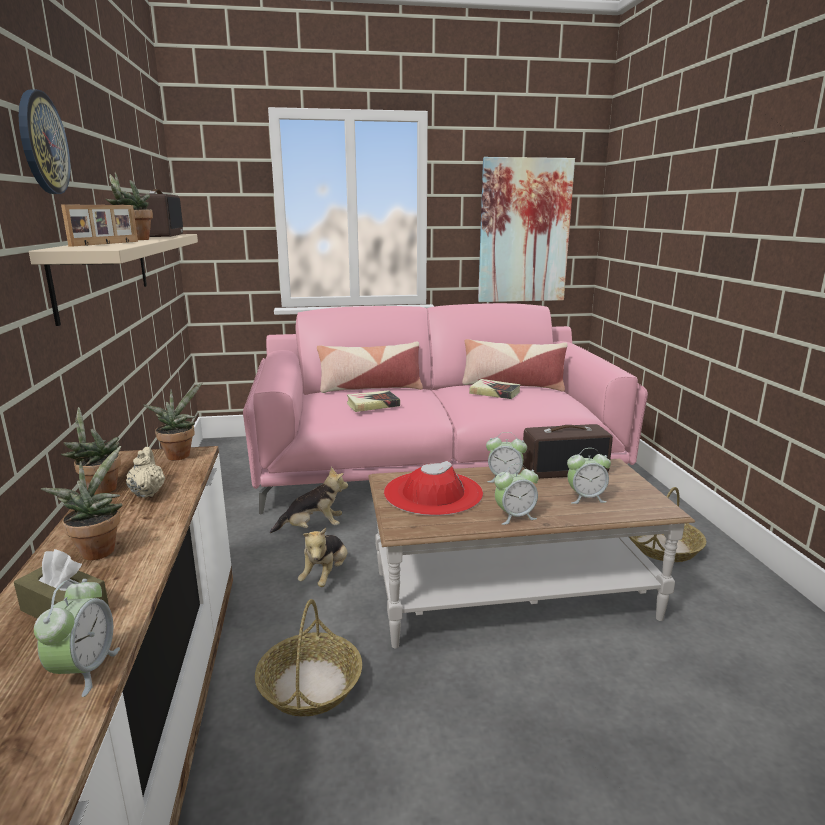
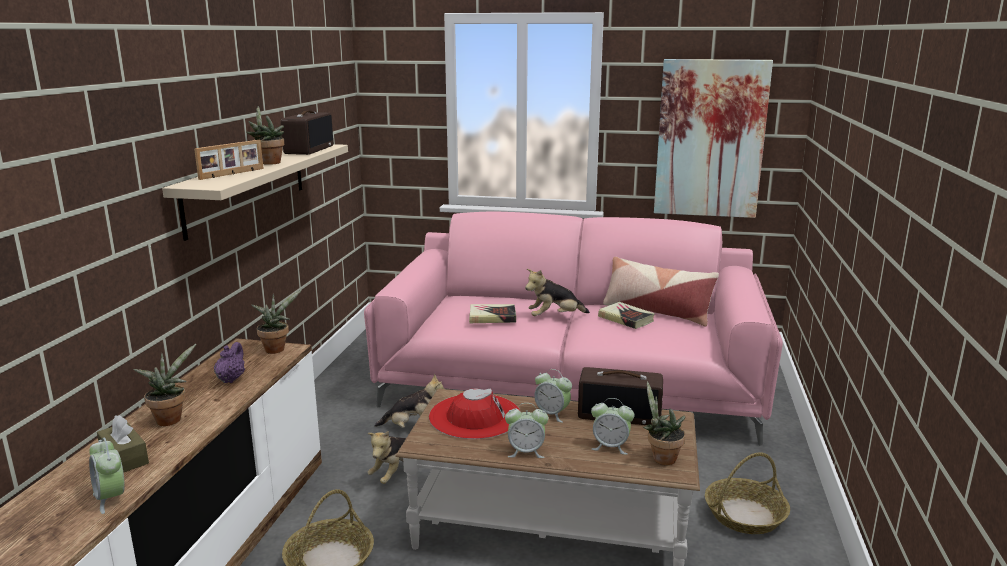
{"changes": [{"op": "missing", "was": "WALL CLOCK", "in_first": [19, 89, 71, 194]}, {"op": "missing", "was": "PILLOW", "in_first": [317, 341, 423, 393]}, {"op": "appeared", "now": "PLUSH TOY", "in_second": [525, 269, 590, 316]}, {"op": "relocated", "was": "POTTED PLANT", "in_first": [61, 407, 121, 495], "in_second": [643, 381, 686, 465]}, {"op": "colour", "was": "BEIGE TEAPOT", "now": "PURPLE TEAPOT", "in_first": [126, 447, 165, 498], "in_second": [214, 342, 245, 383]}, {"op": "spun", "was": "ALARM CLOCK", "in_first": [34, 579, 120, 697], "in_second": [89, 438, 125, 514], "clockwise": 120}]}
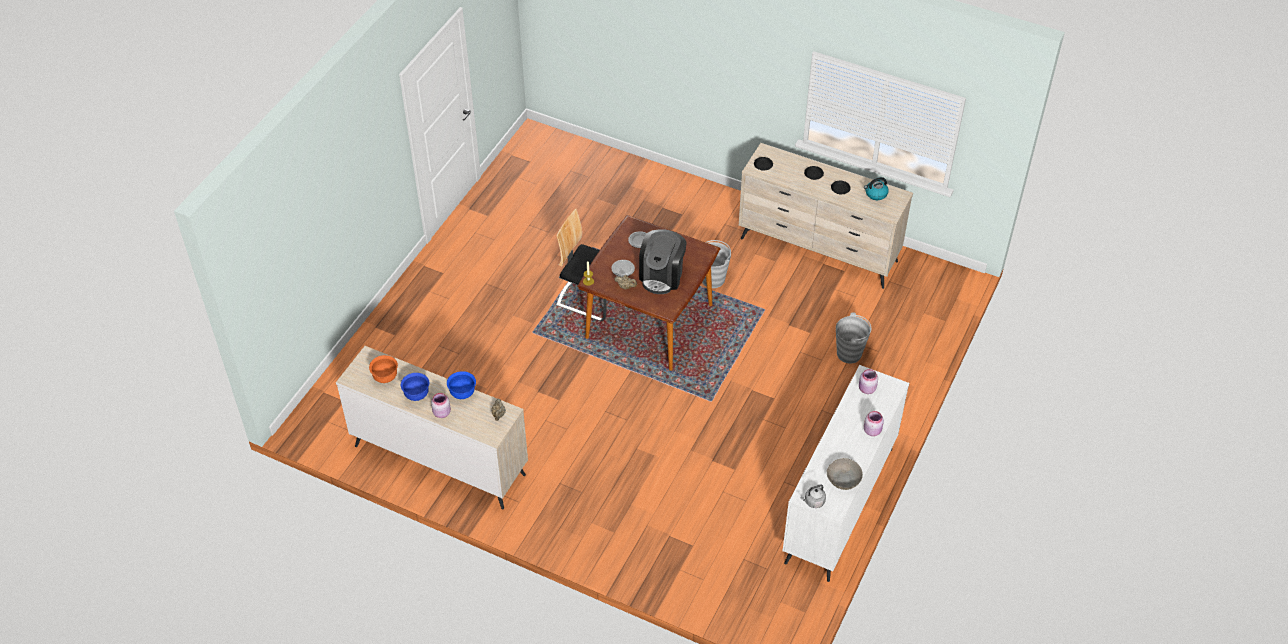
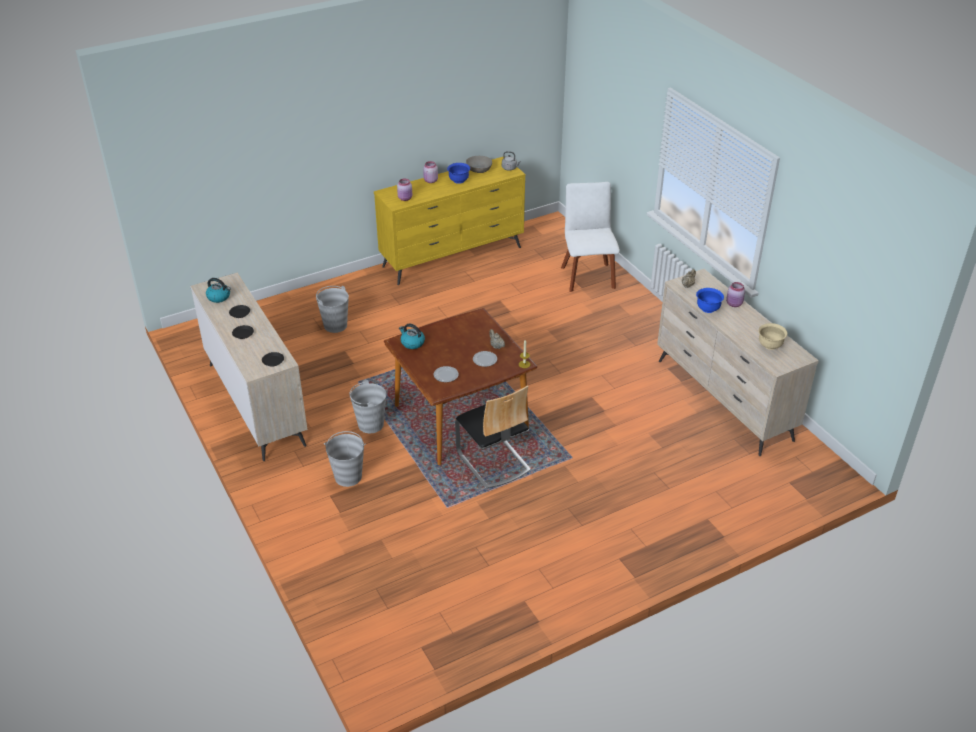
{"changes": [{"op": "missing", "was": "COFFEE MACHINE", "in_first": [639, 229, 687, 294]}, {"op": "appeared", "now": "GREY BUCKET", "in_second": [324, 431, 366, 487]}, {"op": "appeared", "now": "KETTLE", "in_second": [399, 323, 425, 349]}, {"op": "appeared", "now": "WHITE CHAIR", "in_second": [561, 182, 620, 292]}, {"op": "relocated", "was": "BLUE BOWL", "in_first": [401, 373, 429, 401], "in_second": [447, 163, 470, 184]}, {"op": "colour", "was": "ORANGE BOWL", "now": "BEIGE BOWL", "in_first": [369, 355, 398, 383], "in_second": [758, 323, 787, 350]}, {"op": "colour", "was": "WHITE DRESSER", "now": "YELLOW DRESSER", "in_first": [783, 365, 909, 582], "in_second": [374, 157, 525, 285]}]}
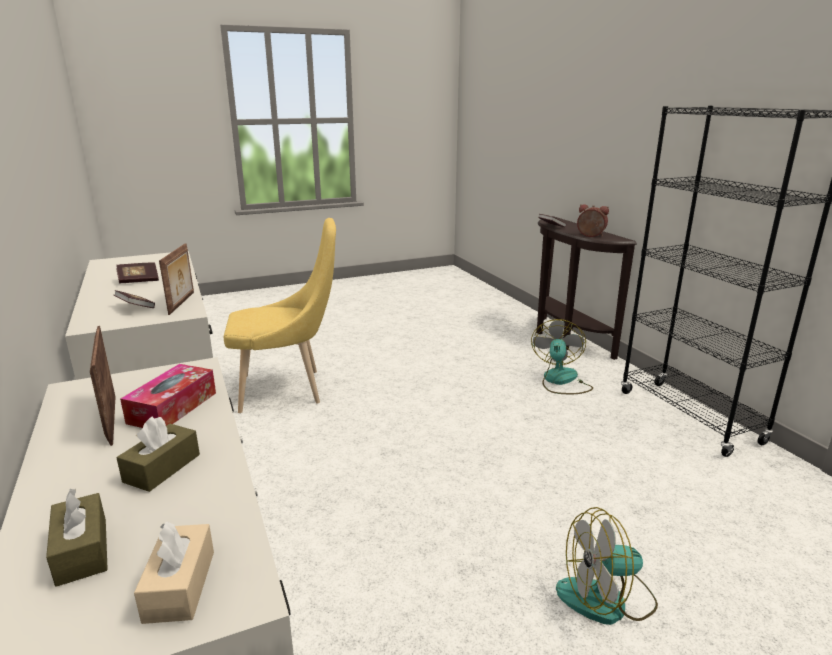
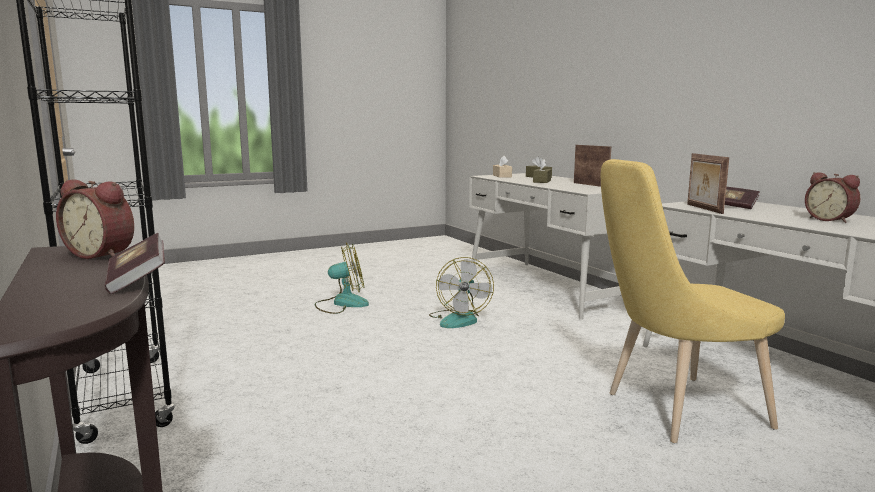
{"changes": [{"op": "missing", "was": "TISSUE BOX", "in_first": [120, 364, 216, 428]}, {"op": "relocated", "was": "FAN", "in_first": [531, 319, 593, 394], "in_second": [429, 257, 494, 328]}, {"op": "exchanged", "was": "BOOK", "now": "ALARM CLOCK", "in_first": [116, 262, 159, 284], "in_second": [805, 172, 860, 223]}]}
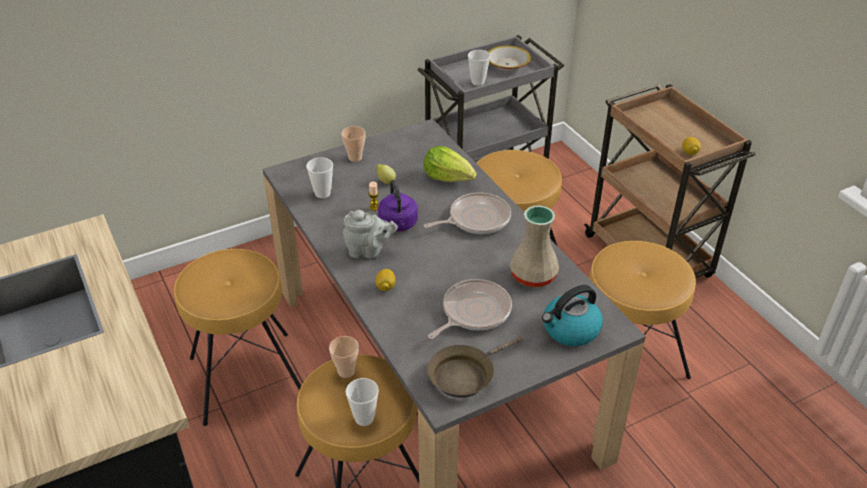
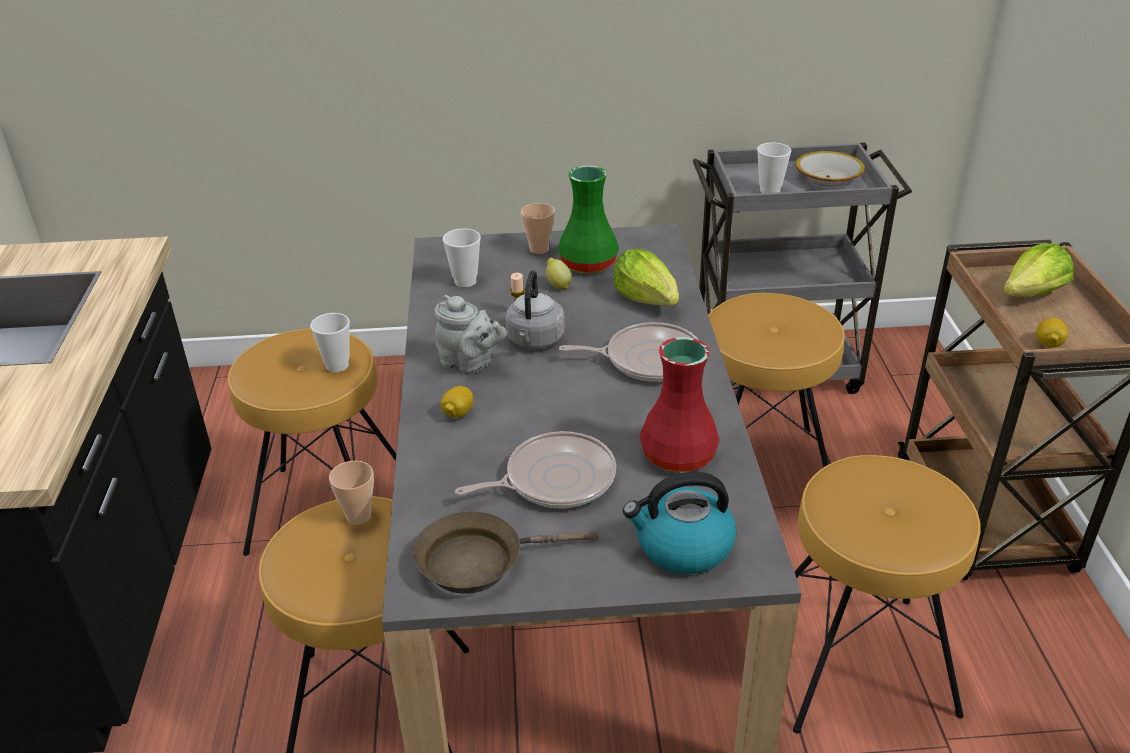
{"changes": [{"op": "appeared", "now": "GREEN VASE", "in_second": [558, 165, 619, 274]}, {"op": "appeared", "now": "LETTUCE", "in_second": [1003, 243, 1074, 297]}, {"op": "relocated", "was": "CUP", "in_first": [346, 378, 379, 426], "in_second": [310, 313, 350, 372]}, {"op": "colour", "was": "PURPLE KETTLE", "now": "GREY KETTLE", "in_first": [378, 180, 418, 231], "in_second": [506, 270, 565, 349]}, {"op": "colour", "was": "BEIGE VASE", "now": "RED VASE", "in_first": [510, 205, 559, 287], "in_second": [639, 337, 720, 472]}]}
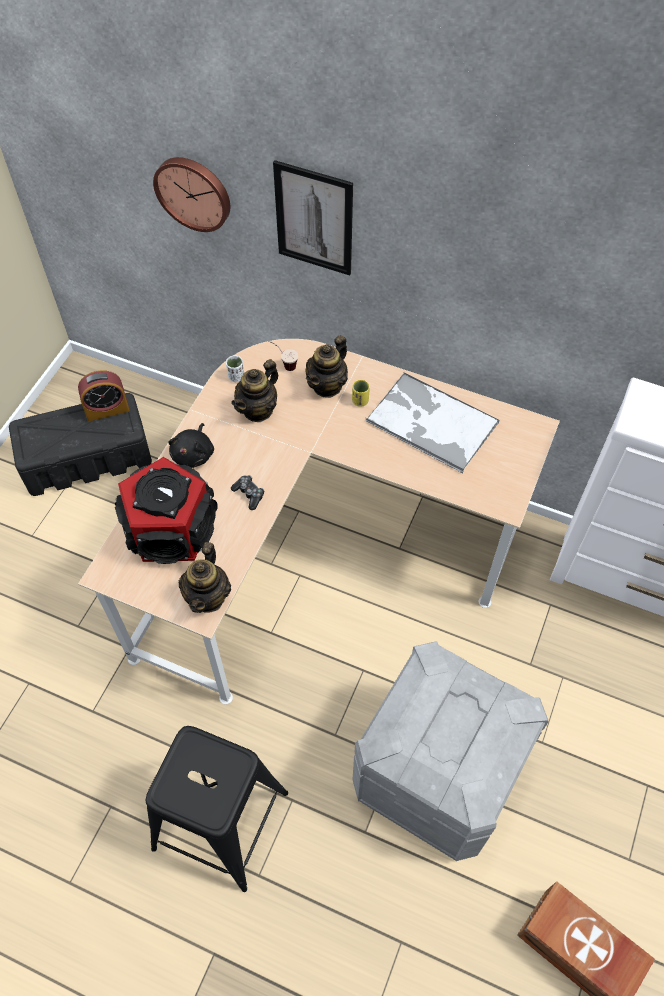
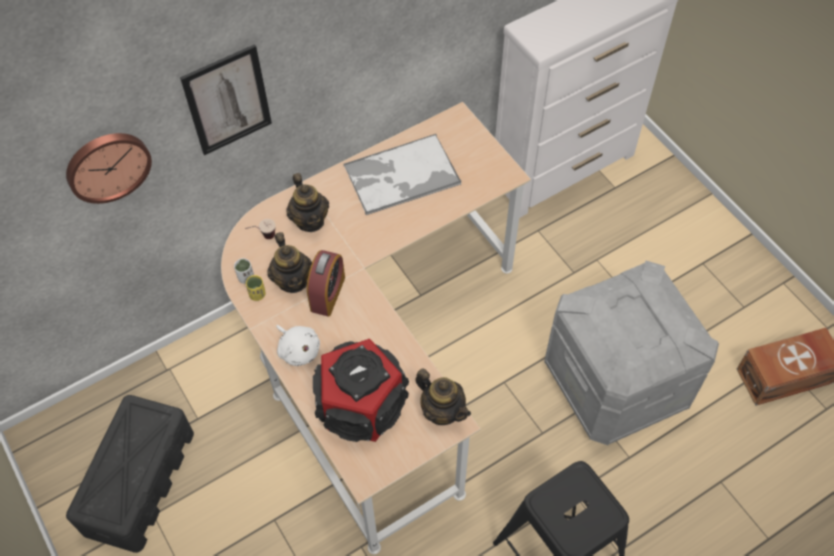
{"changes": [{"op": "missing", "was": "GAME CONTROLLER", "in_first": [231, 475, 265, 510]}, {"op": "relocated", "was": "ALARM CLOCK", "in_first": [78, 370, 130, 421], "in_second": [307, 250, 345, 317]}, {"op": "relocated", "was": "YELLOW CUP", "in_first": [352, 380, 370, 407], "in_second": [246, 275, 266, 301]}, {"op": "colour", "was": "BLACK PLUSH TOY", "now": "WHITE PLUSH TOY", "in_first": [168, 423, 214, 468], "in_second": [276, 325, 320, 366]}]}
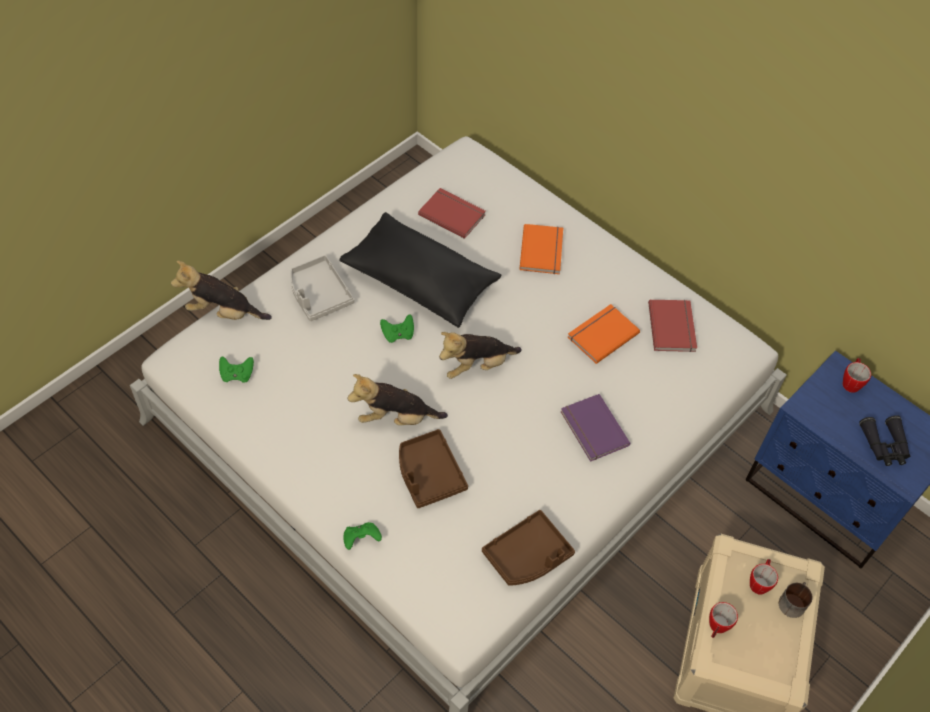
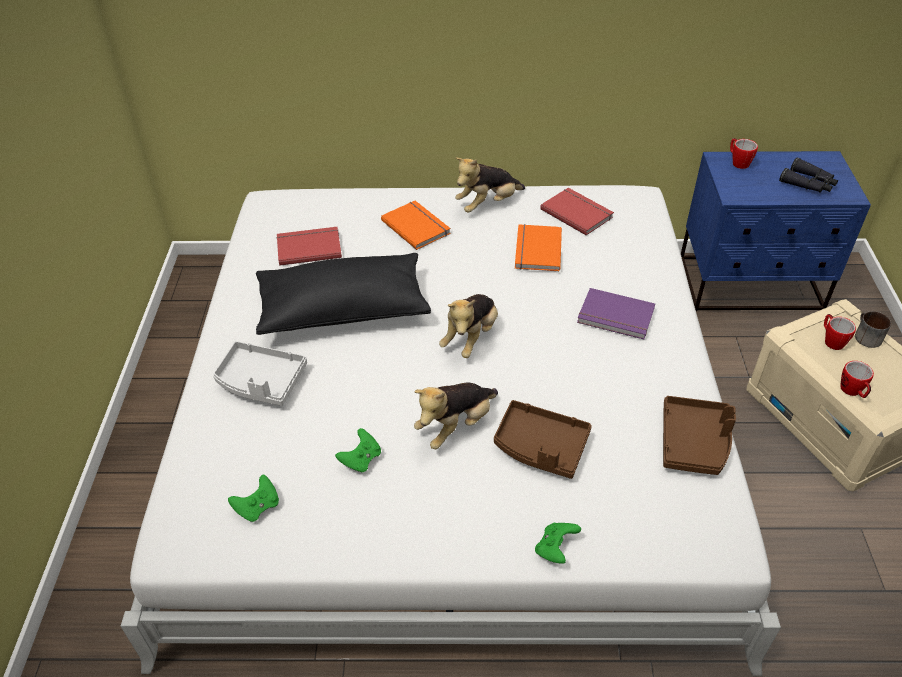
{"changes": [{"op": "relocated", "was": "PLUSH TOY", "in_first": [171, 261, 272, 320], "in_second": [455, 157, 525, 213]}, {"op": "relocated", "was": "GREEN GAME CONTROLLER", "in_first": [380, 315, 414, 343], "in_second": [335, 428, 381, 473]}]}
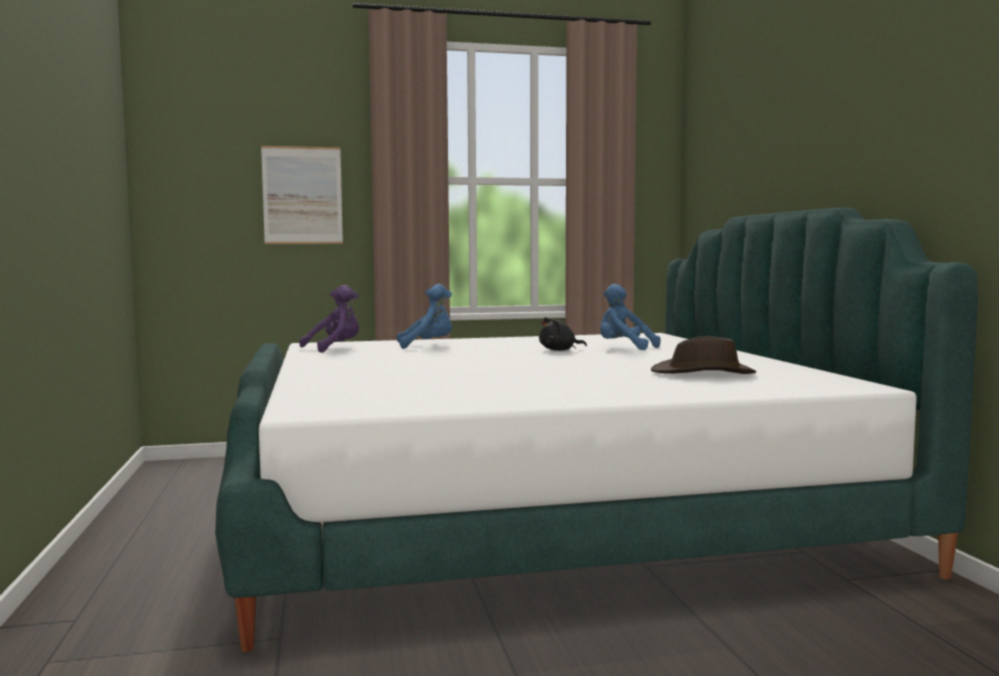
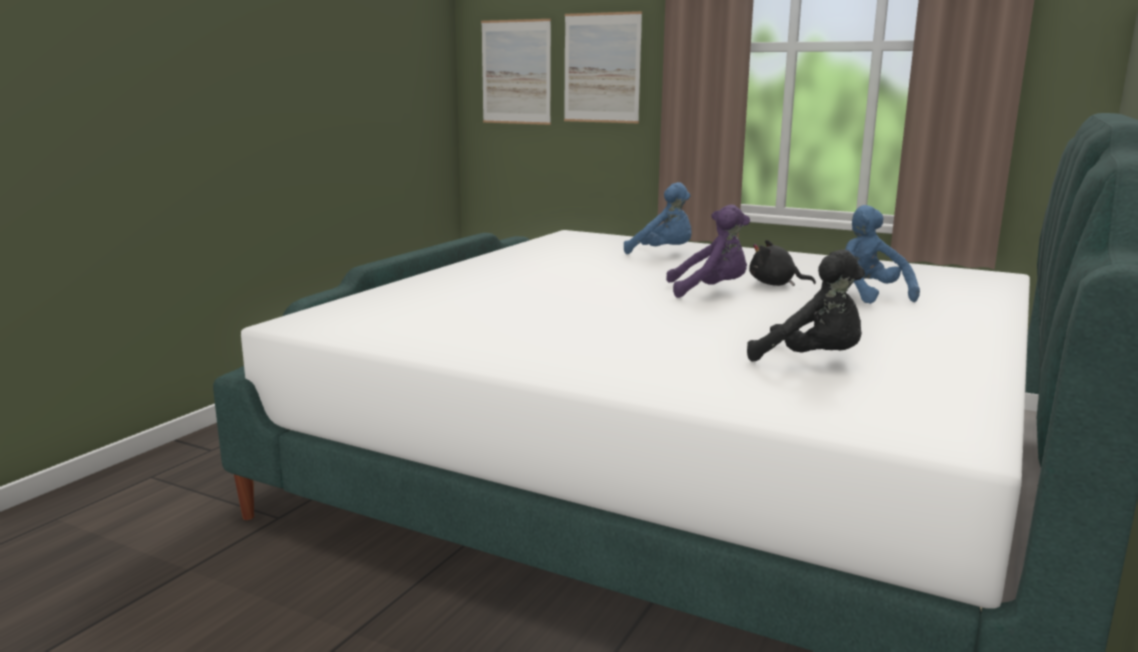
{"changes": [{"op": "appeared", "now": "PICTURE", "in_second": [481, 19, 551, 125]}, {"op": "relocated", "was": "PURPLE PLUSH TOY", "in_first": [299, 285, 359, 353], "in_second": [666, 204, 750, 298]}, {"op": "exchanged", "was": "BROWN HAT", "now": "BLACK PLUSH TOY", "in_first": [651, 336, 756, 374], "in_second": [747, 249, 865, 361]}]}
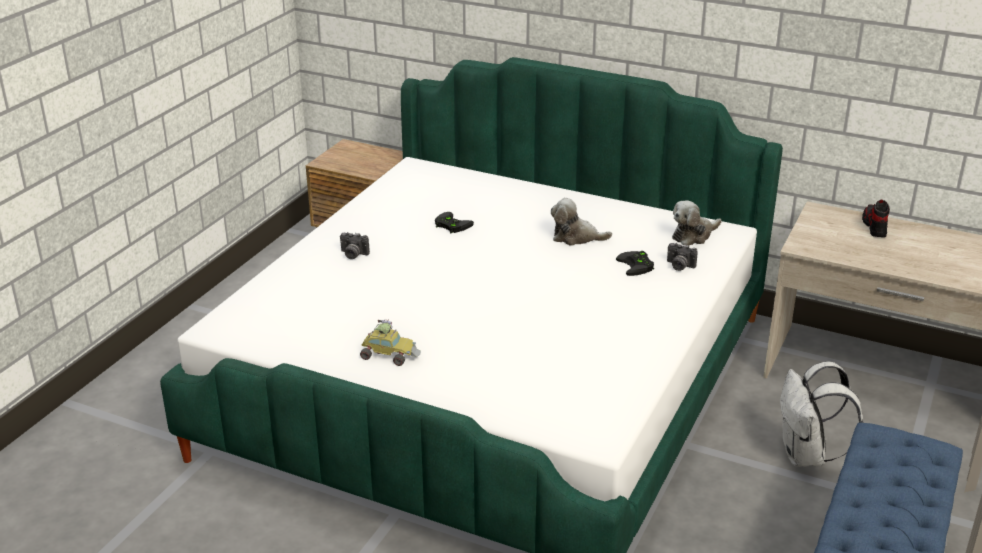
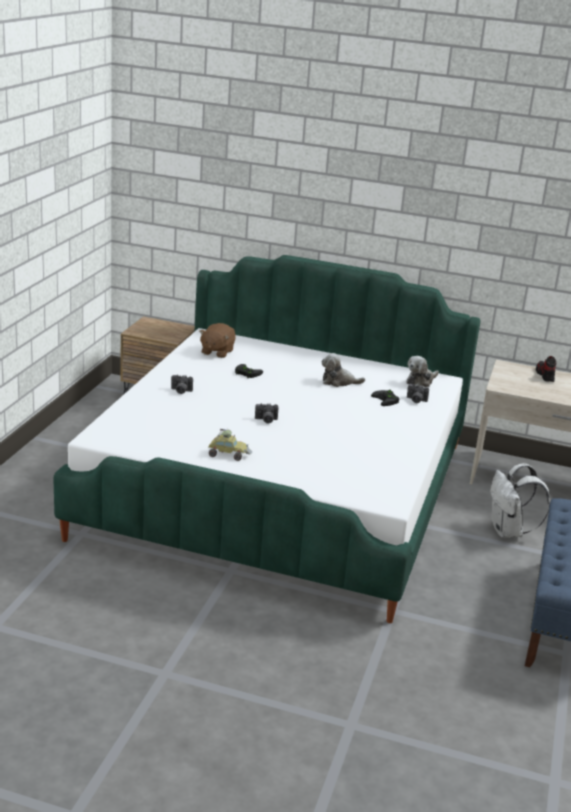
{"changes": [{"op": "appeared", "now": "BROWN PLUSH TOY", "in_second": [199, 323, 236, 358]}, {"op": "appeared", "now": "PHOTO CAMERA", "in_second": [255, 403, 278, 423]}]}
